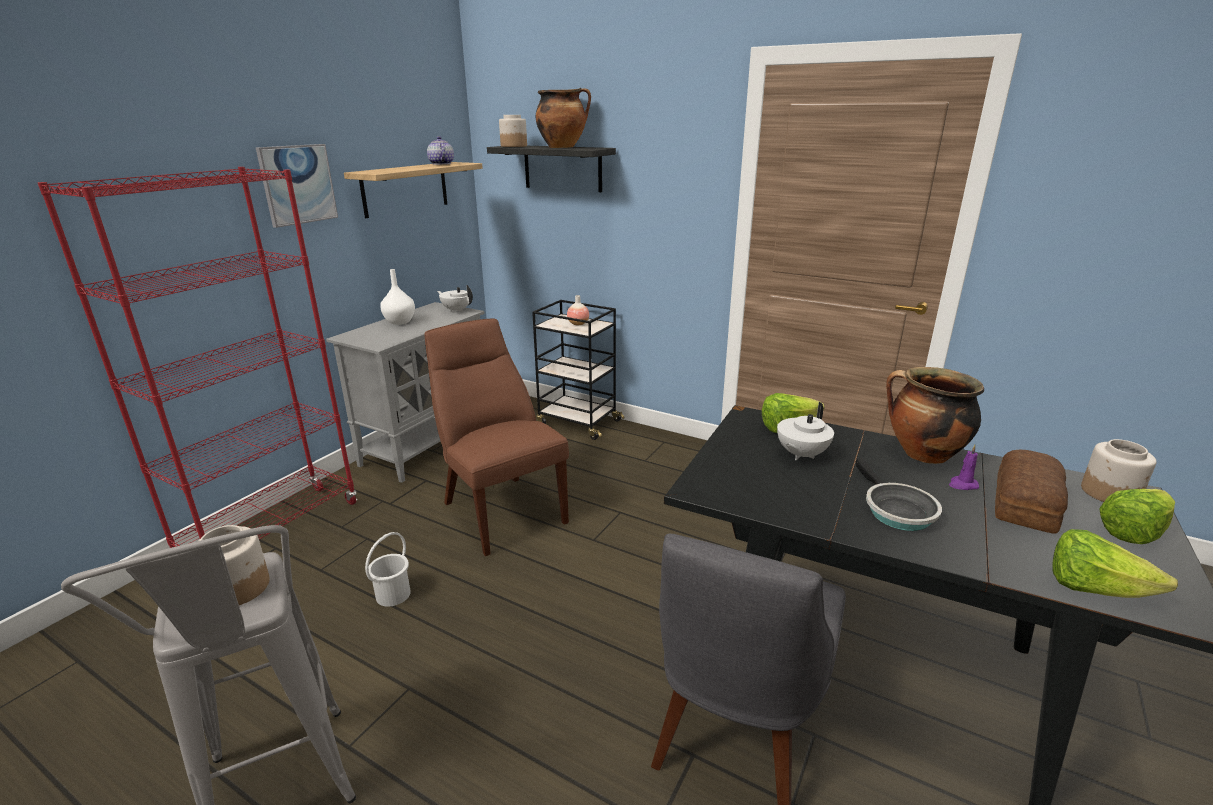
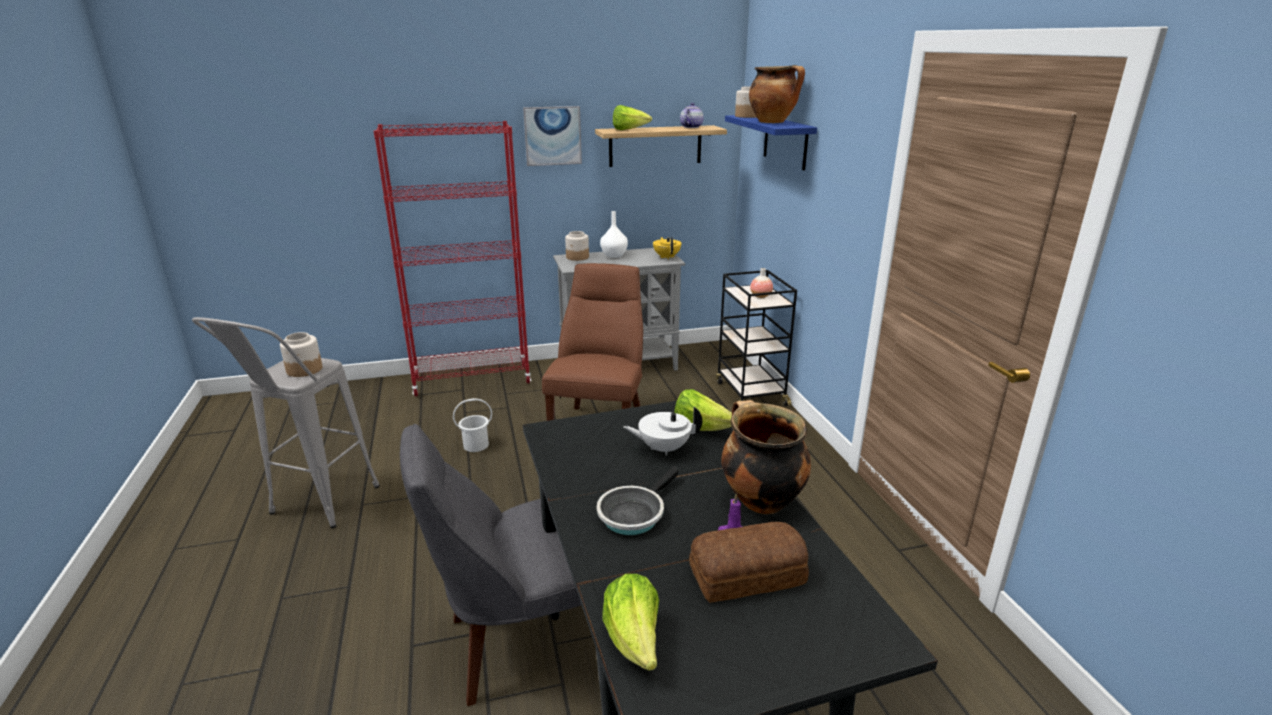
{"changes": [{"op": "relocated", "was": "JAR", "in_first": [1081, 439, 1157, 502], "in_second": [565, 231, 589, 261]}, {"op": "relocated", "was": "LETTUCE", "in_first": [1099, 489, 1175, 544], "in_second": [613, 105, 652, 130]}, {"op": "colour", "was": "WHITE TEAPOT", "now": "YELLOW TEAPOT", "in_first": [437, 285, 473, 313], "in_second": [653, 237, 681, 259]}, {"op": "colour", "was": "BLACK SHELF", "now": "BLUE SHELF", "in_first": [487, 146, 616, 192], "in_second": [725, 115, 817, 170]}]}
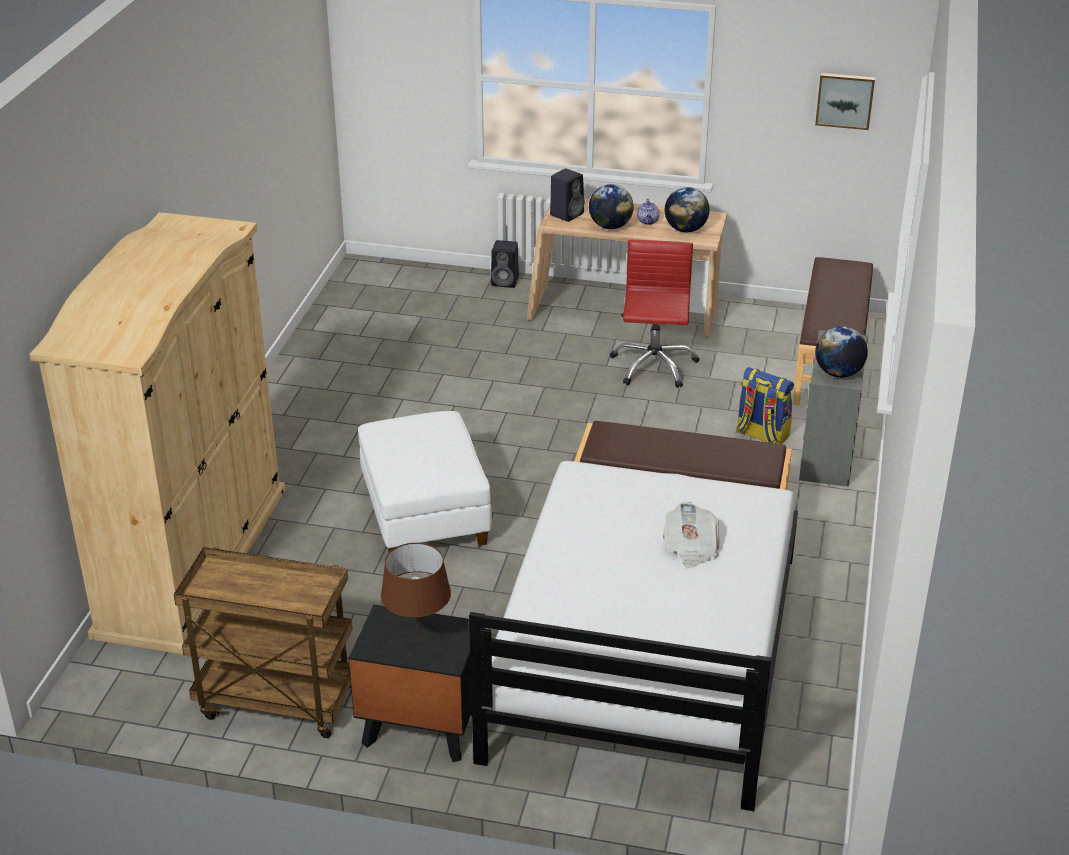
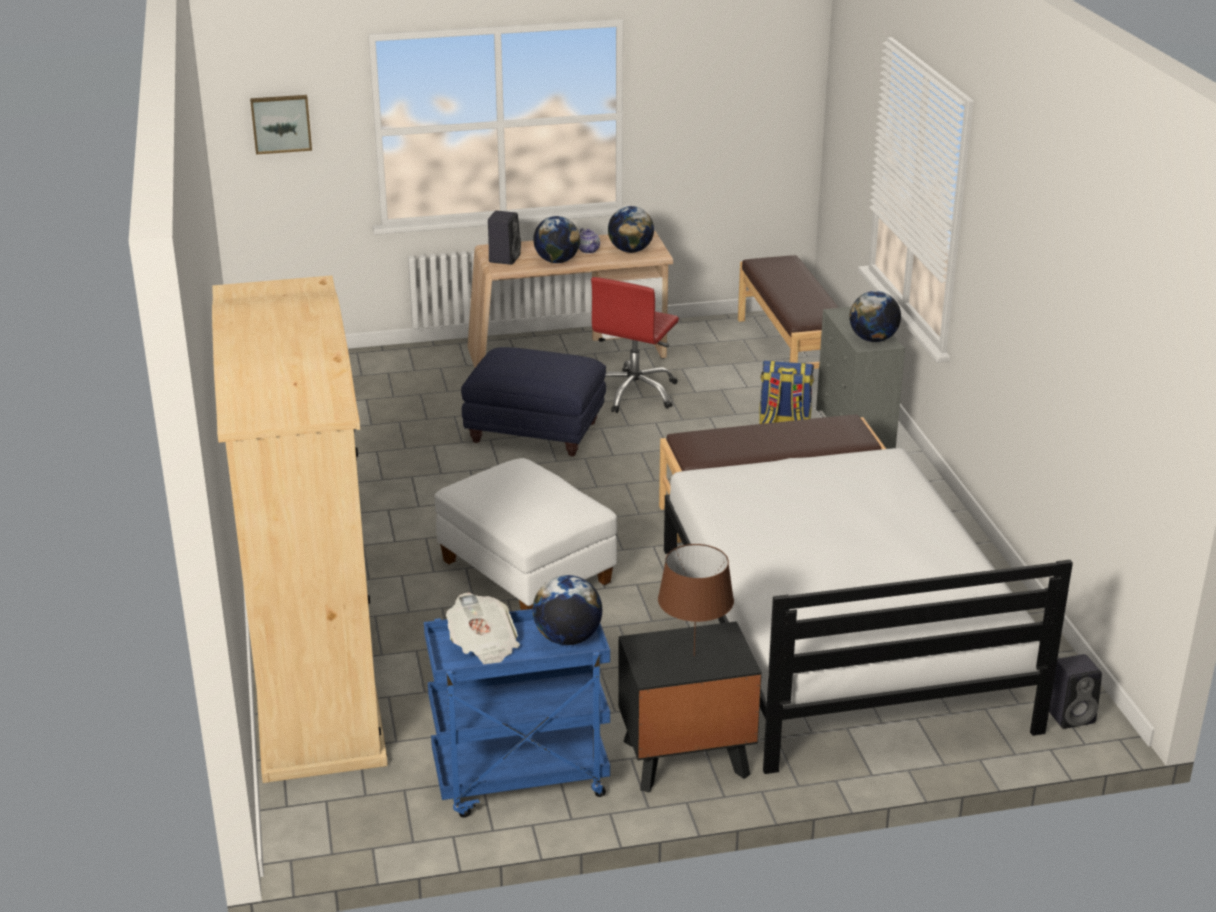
{"changes": [{"op": "appeared", "now": "BLUE OTTOMAN", "in_second": [461, 347, 606, 456]}, {"op": "appeared", "now": "GLOBE", "in_second": [533, 575, 602, 645]}, {"op": "relocated", "was": "BLACK SPEAKER", "in_first": [491, 240, 519, 288], "in_second": [1049, 654, 1102, 729]}, {"op": "relocated", "was": "NEWSPAPER", "in_first": [663, 502, 720, 568], "in_second": [446, 593, 520, 664]}, {"op": "relocated", "was": "PICTURE", "in_first": [815, 73, 875, 130], "in_second": [250, 95, 312, 155]}, {"op": "colour", "was": "BROWN CART", "now": "BLUE CART", "in_first": [174, 547, 352, 738], "in_second": [424, 609, 610, 818]}, {"op": "spun", "was": "RED OFFICE CHAIR", "in_first": [610, 240, 700, 388], "in_second": [591, 277, 679, 413], "clockwise": -135}]}
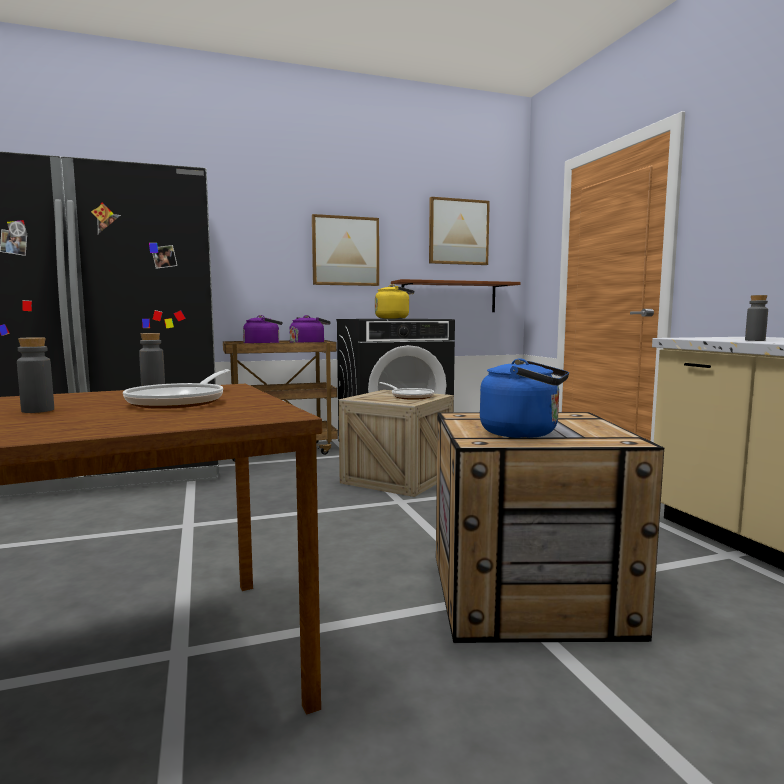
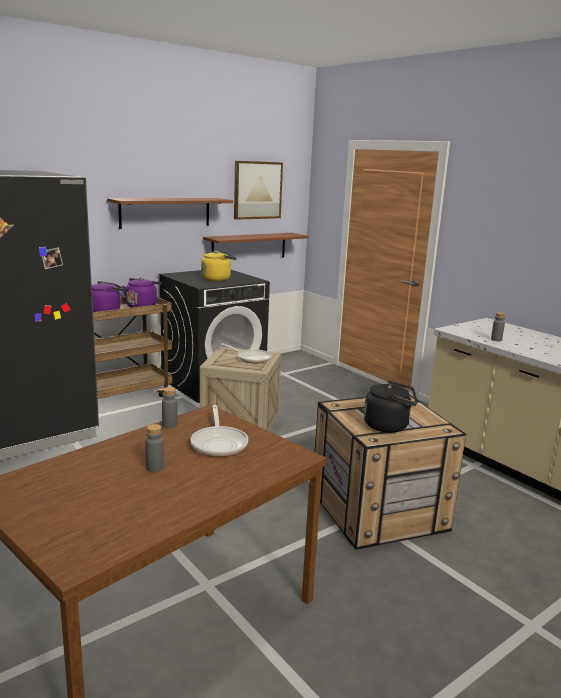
{"changes": [{"op": "exchanged", "was": "PICTURE", "now": "BROWN SHELF", "in_first": [312, 214, 379, 286], "in_second": [107, 198, 233, 229]}, {"op": "colour", "was": "BLUE KETTLE", "now": "BLACK KETTLE", "in_first": [480, 358, 569, 438], "in_second": [364, 380, 418, 433]}]}
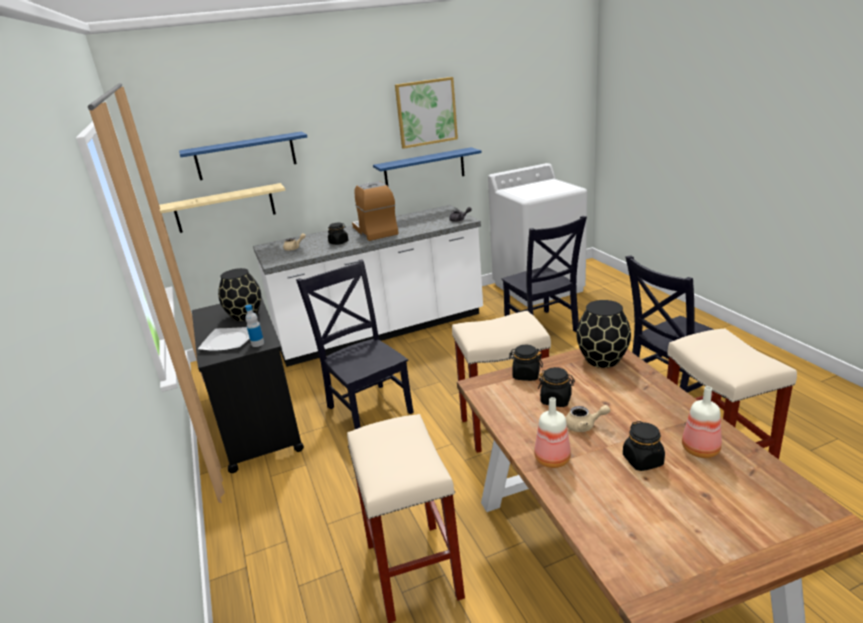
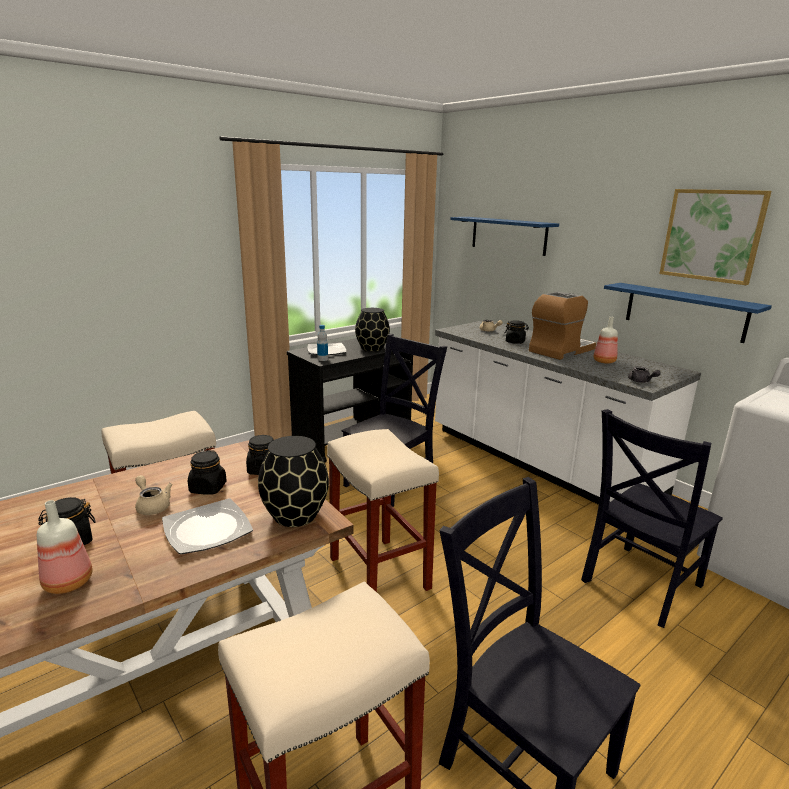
{"changes": [{"op": "missing", "was": "BEIGE SHELF", "in_first": [159, 183, 285, 233]}, {"op": "appeared", "now": "PLATE", "in_second": [162, 498, 253, 554]}, {"op": "relocated", "was": "BOTTLE", "in_first": [534, 397, 571, 468], "in_second": [593, 317, 618, 364]}, {"op": "spun", "was": "BEIGE TEAPOT", "in_first": [566, 405, 610, 432], "in_second": [135, 475, 172, 515], "clockwise": 150}]}
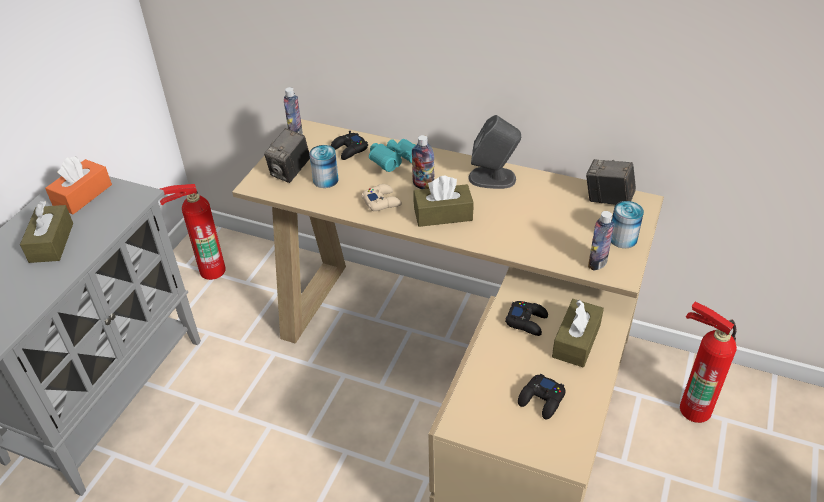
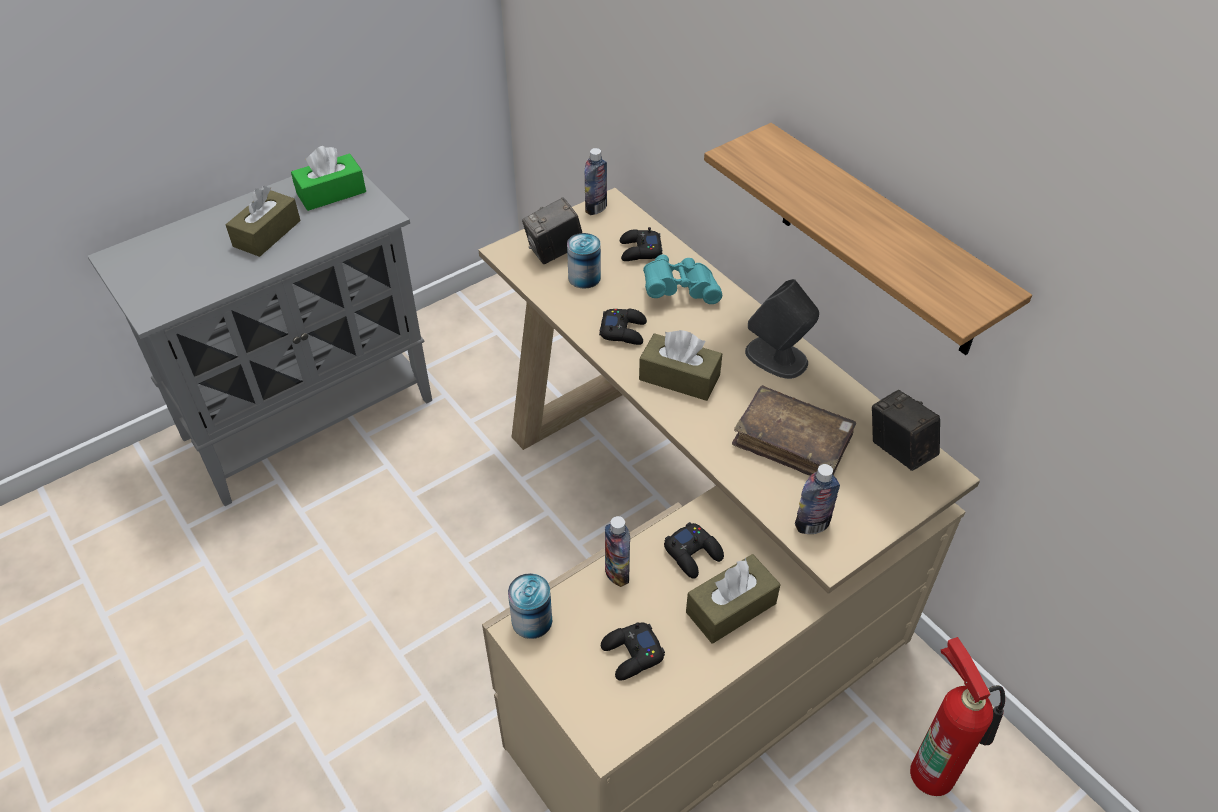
{"changes": [{"op": "missing", "was": "FIRE EXTINGUISHER", "in_first": [160, 184, 226, 280]}, {"op": "appeared", "now": "SHELF", "in_second": [704, 123, 1032, 355]}, {"op": "appeared", "now": "BROWN BOOK", "in_second": [732, 385, 856, 476]}, {"op": "relocated", "was": "BOTTLE", "in_first": [412, 135, 434, 189], "in_second": [605, 516, 630, 587]}, {"op": "relocated", "was": "CAN", "in_first": [611, 201, 644, 248], "in_second": [508, 573, 552, 639]}, {"op": "colour", "was": "ORANGE TISSUE BOX", "now": "GREEN TISSUE BOX", "in_first": [45, 156, 112, 214], "in_second": [291, 146, 366, 211]}, {"op": "colour", "was": "BEIGE GAME CONTROLLER", "now": "BLACK GAME CONTROLLER", "in_first": [362, 184, 402, 211], "in_second": [599, 309, 647, 345]}]}
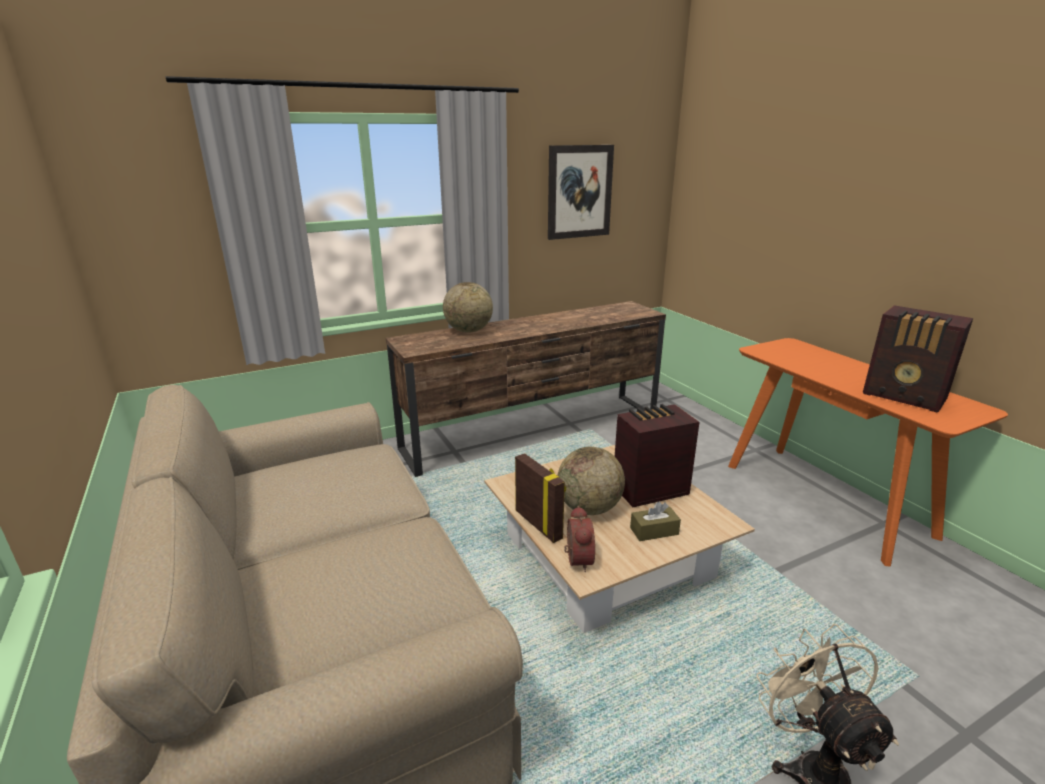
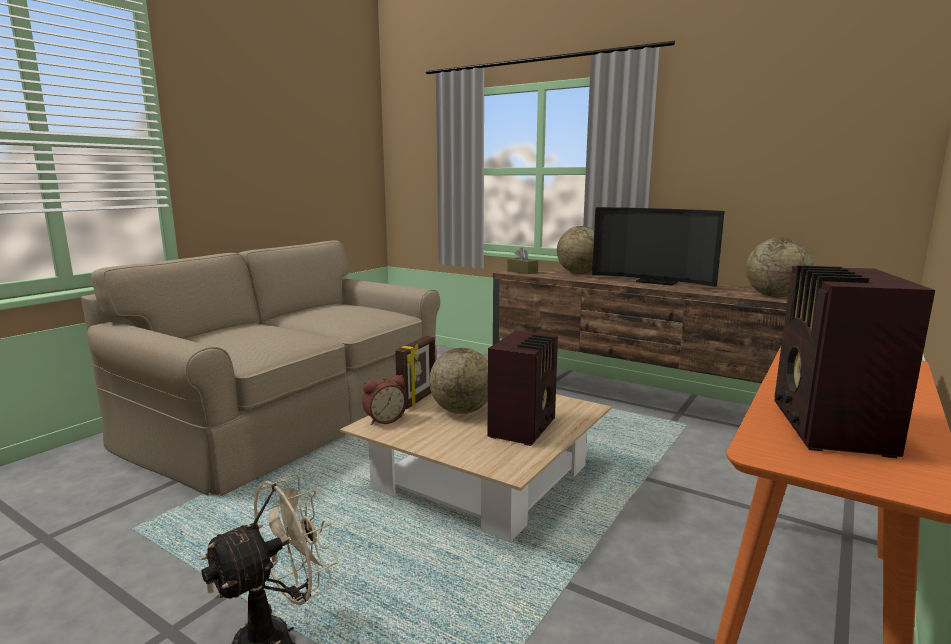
{"changes": [{"op": "missing", "was": "PICTURE", "in_first": [548, 145, 614, 240]}, {"op": "appeared", "now": "TELEVISION", "in_second": [592, 207, 725, 287]}, {"op": "appeared", "now": "GLOBE", "in_second": [746, 238, 812, 297]}, {"op": "relocated", "was": "BROWN TISSUE BOX", "in_first": [630, 502, 681, 541], "in_second": [507, 248, 538, 274]}, {"op": "spun", "was": "RADIO", "in_first": [615, 404, 699, 507], "in_second": [488, 331, 558, 446], "clockwise": 75}]}
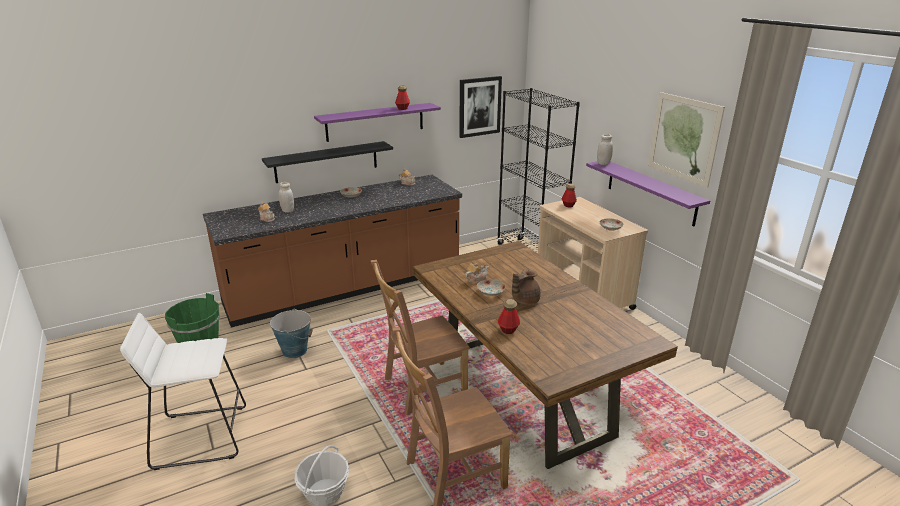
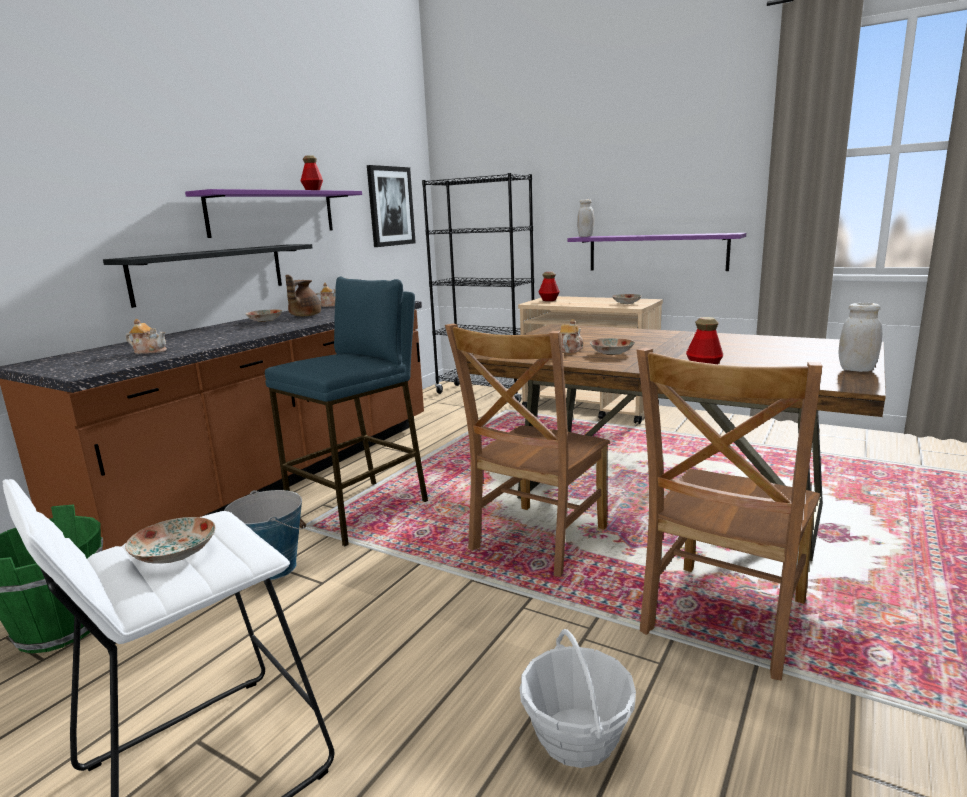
{"changes": [{"op": "missing", "was": "PICTURE", "in_first": [648, 92, 725, 188]}, {"op": "appeared", "now": "PLATE", "in_second": [125, 517, 215, 564]}, {"op": "appeared", "now": "BLUE STOOL", "in_second": [265, 276, 428, 546]}, {"op": "relocated", "was": "WHITE JAR", "in_first": [279, 182, 294, 213], "in_second": [839, 303, 882, 372]}, {"op": "relocated", "was": "BROWN TEAPOT", "in_first": [512, 269, 541, 305], "in_second": [286, 275, 321, 316]}]}
